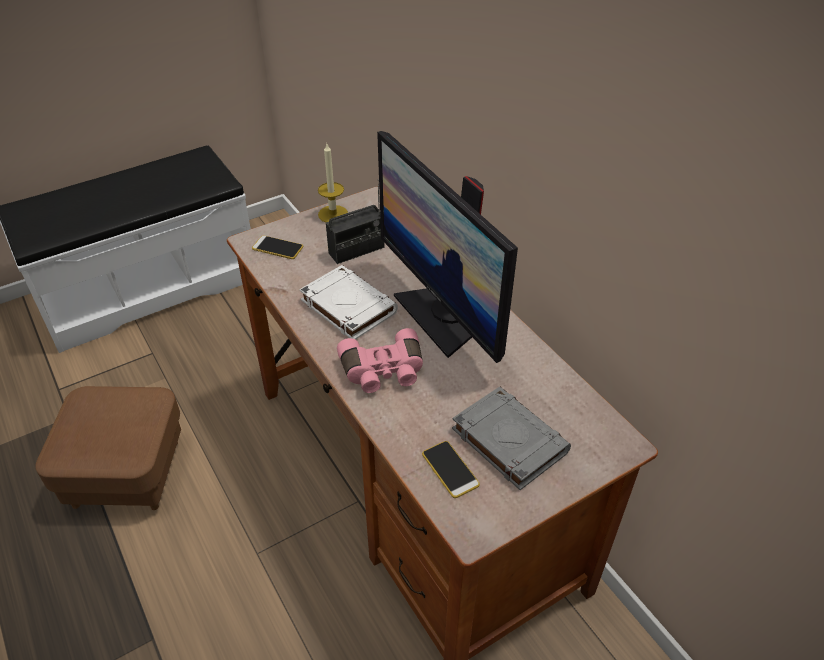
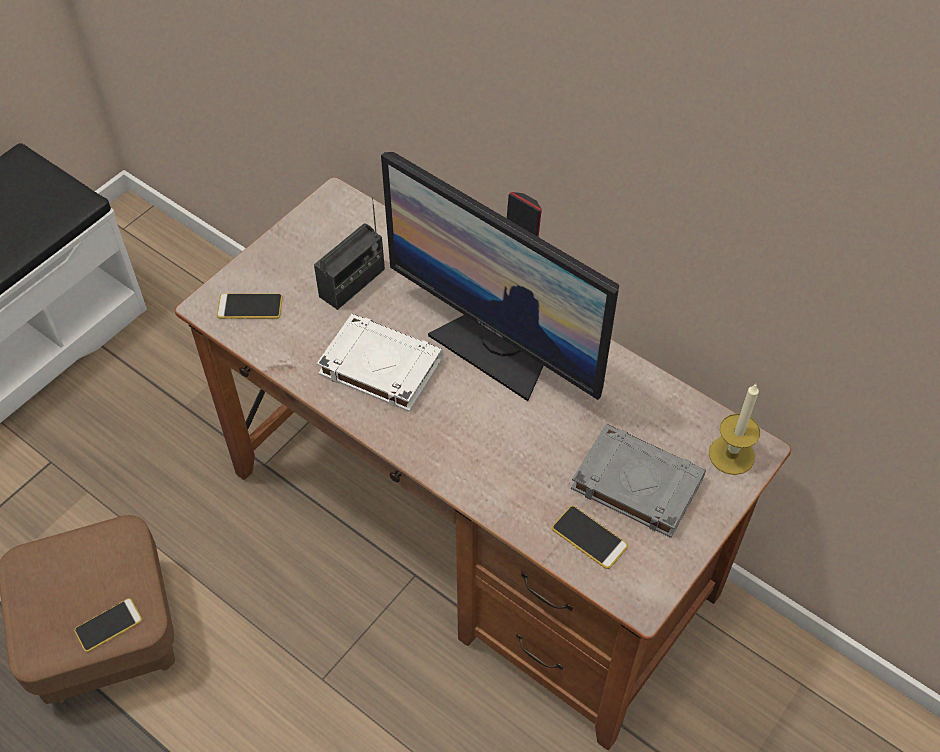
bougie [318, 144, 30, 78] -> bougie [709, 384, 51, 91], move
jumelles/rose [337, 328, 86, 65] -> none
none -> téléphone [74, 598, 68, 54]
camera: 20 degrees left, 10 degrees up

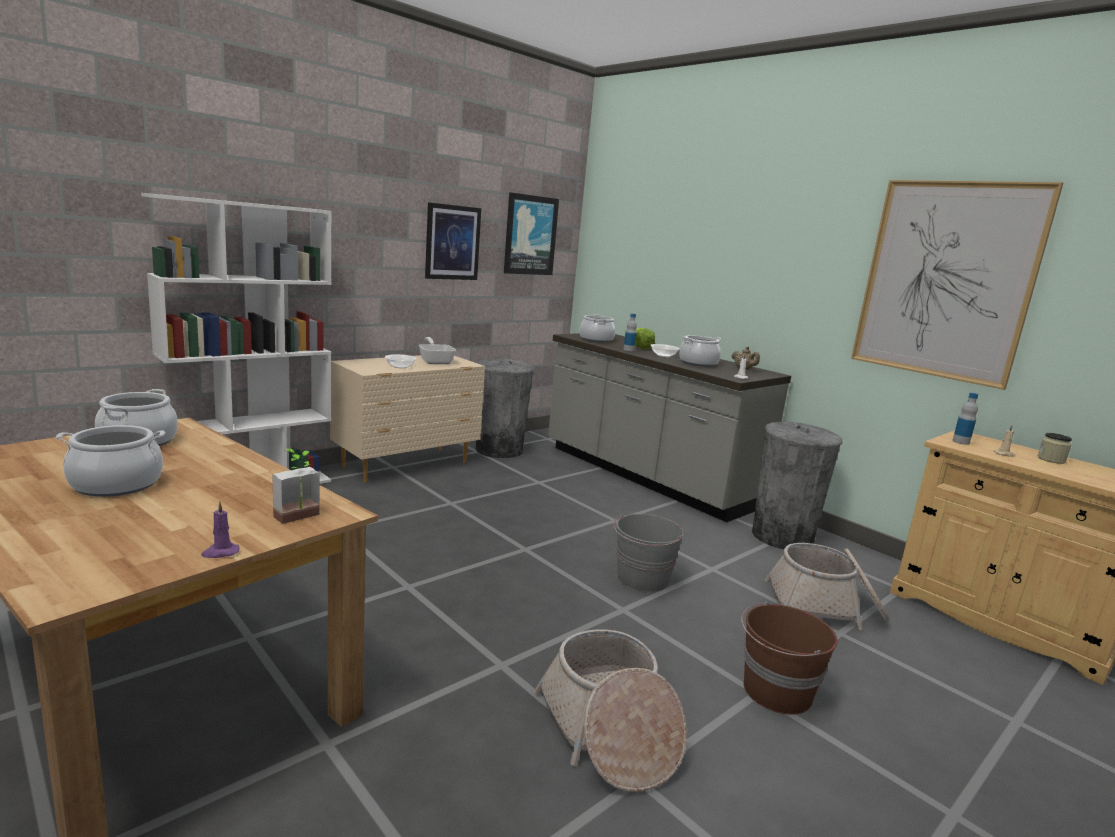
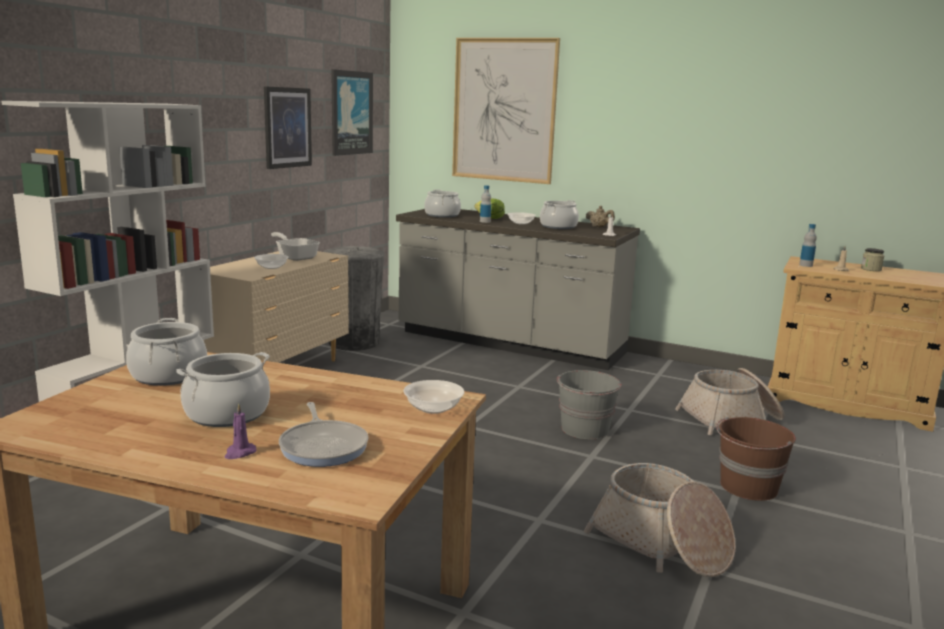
bougie/violet [201, 501, 38, 57] -> bougie/violet [225, 403, 32, 56], move
plante en pot [272, 449, 48, 75] -> bol [403, 380, 62, 34]
poubelle/gris [752, 422, 90, 127] -> none
tableau [851, 180, 212, 210] -> tableau [452, 38, 108, 146], move
none -> poêle [279, 402, 90, 65]
camera: 20 degrees left, 0 degrees up

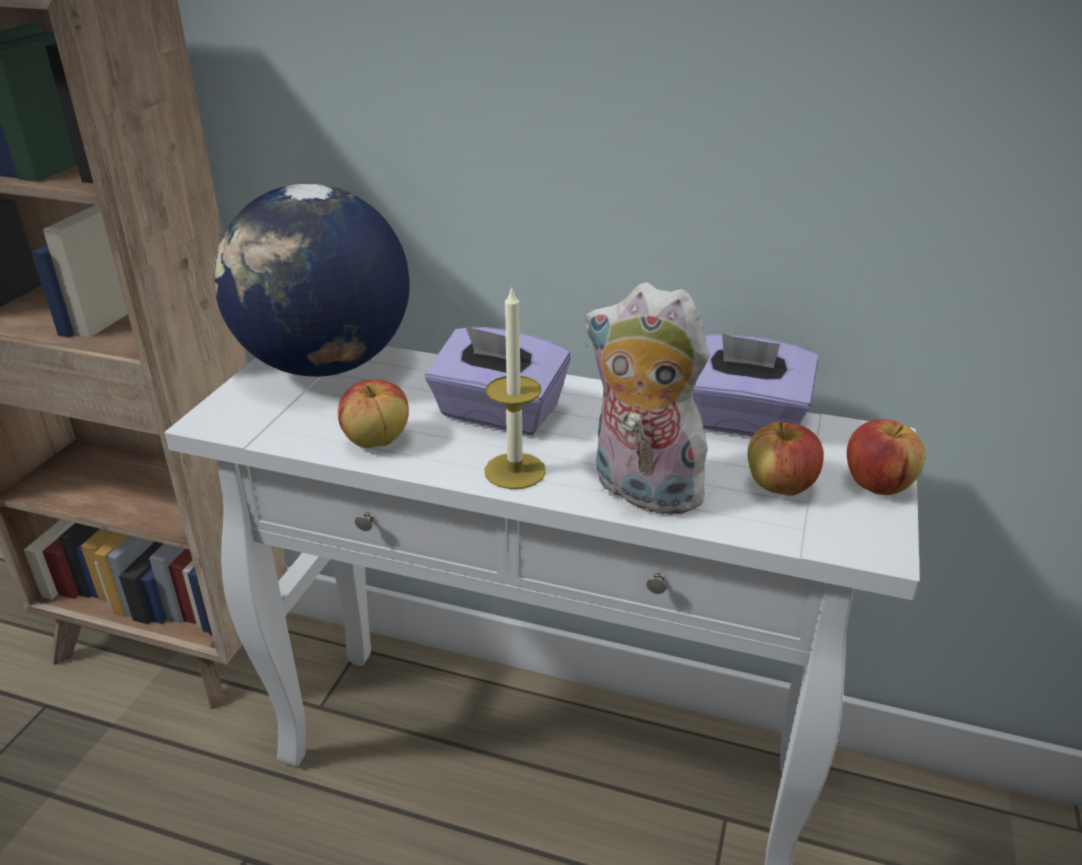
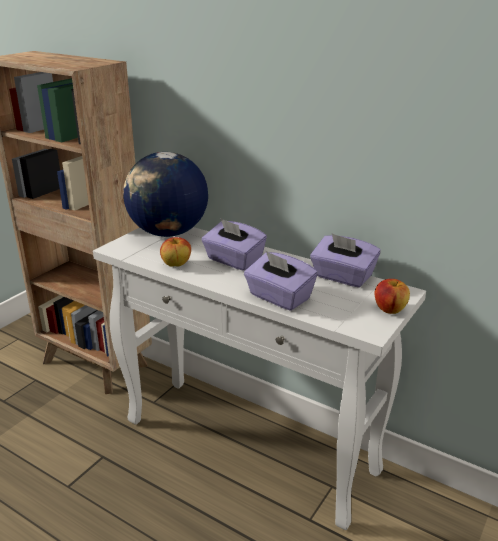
bougie [485, 285, 61, 204] -> none
peluche [585, 283, 133, 234] -> boîte à mouchoirs/violet [244, 251, 74, 60]
pomme [747, 422, 77, 74] -> none
camera: 15 degrees right, 5 degrees down

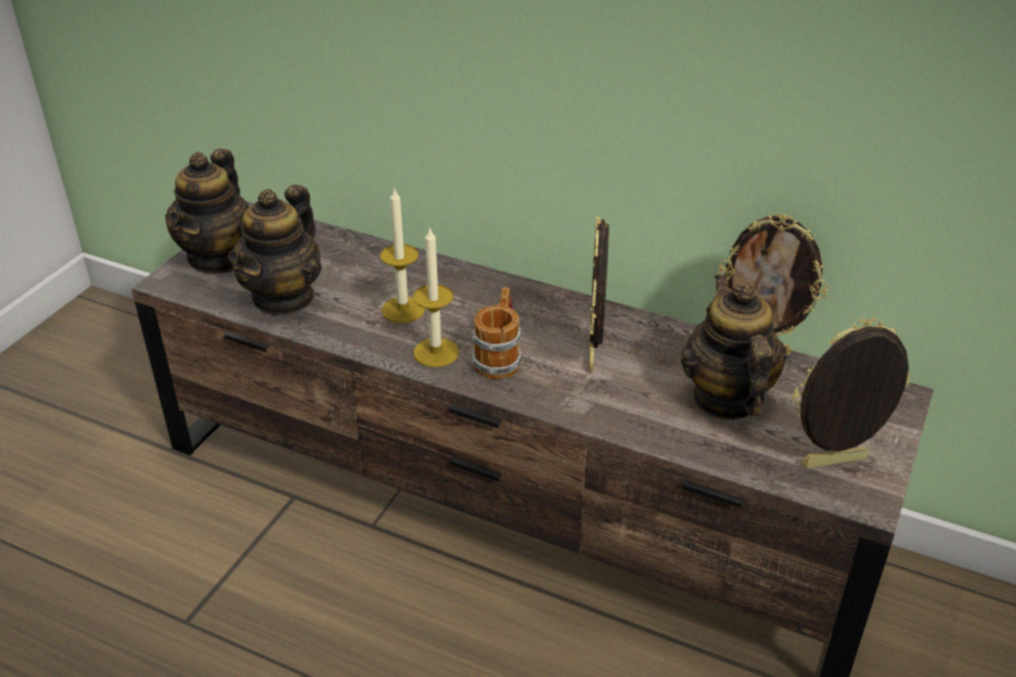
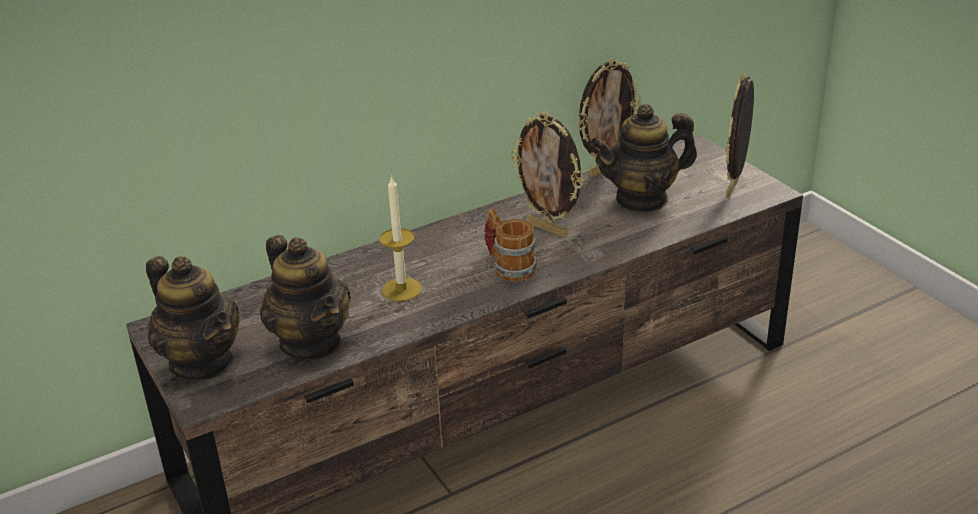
bougie [413, 227, 46, 140] -> none
théière [681, 274, 106, 146] -> théière [590, 104, 107, 108], 45 degrees counterclockwise
camera: 55 degrees left, 5 degrees down

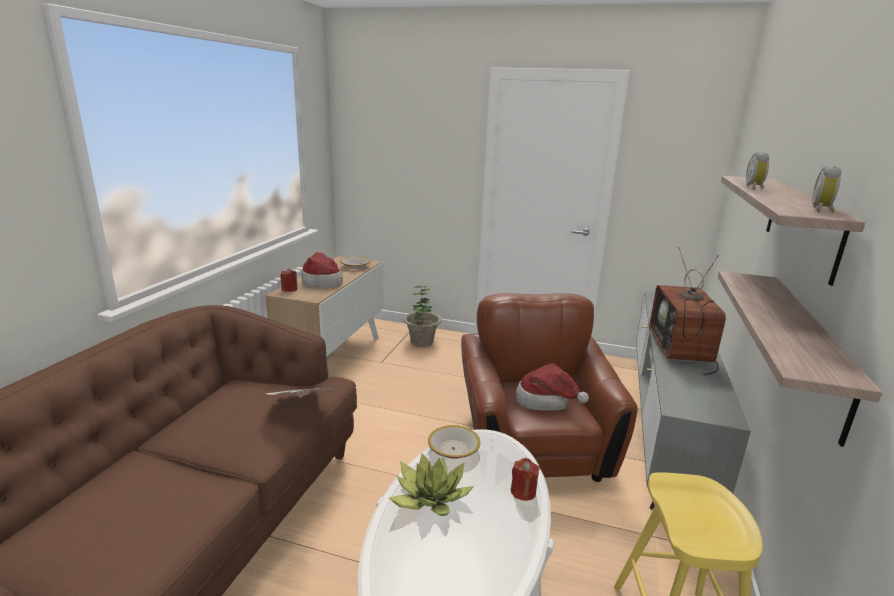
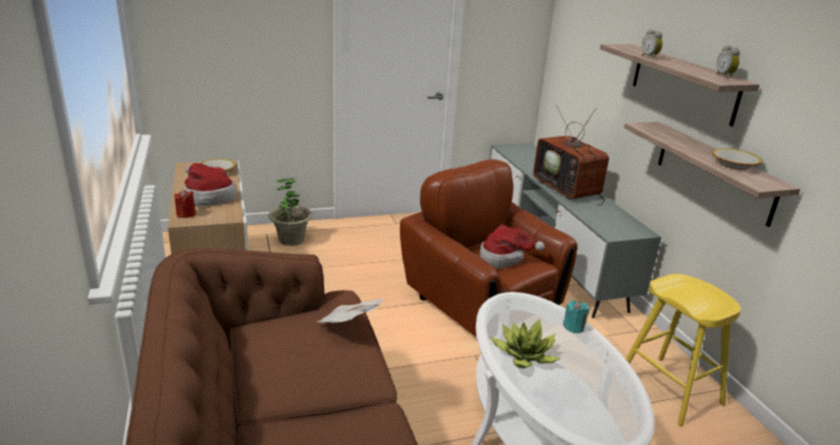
bol [428, 425, 52, 34] -> bol [712, 148, 51, 22], move
bougie/rouge [511, 458, 29, 43] -> bougie/turquoise [563, 300, 26, 33]
camera: 35 degrees left, 5 degrees up

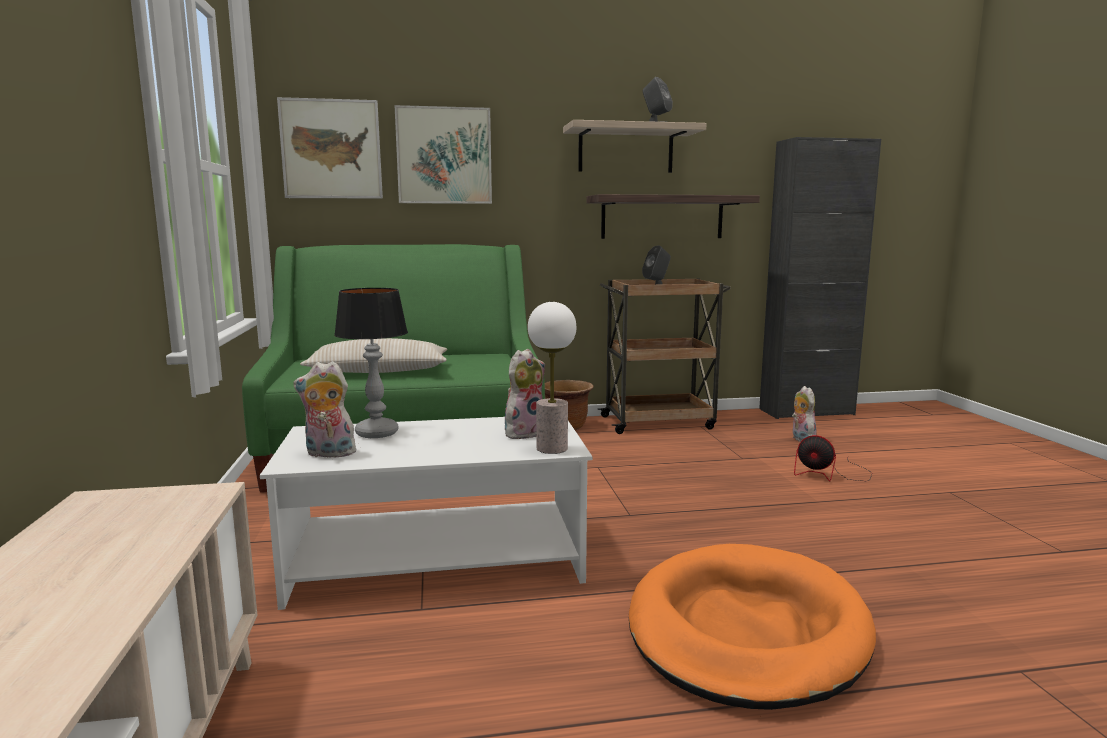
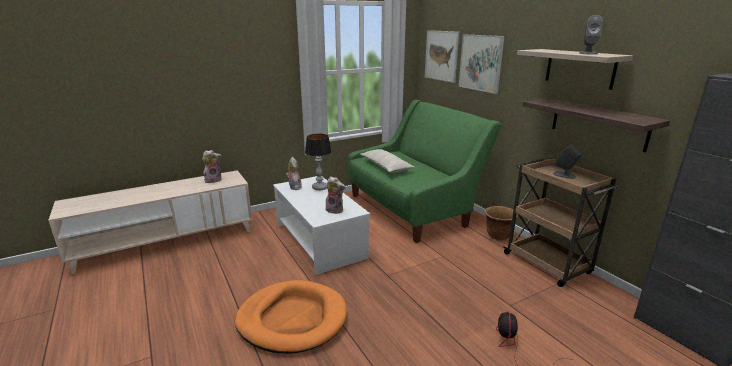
lampe de table [528, 302, 48, 152] -> none
peluche [792, 386, 25, 56] -> peluche [202, 150, 19, 33], move
camera: 70 degrees right, 10 degrees up

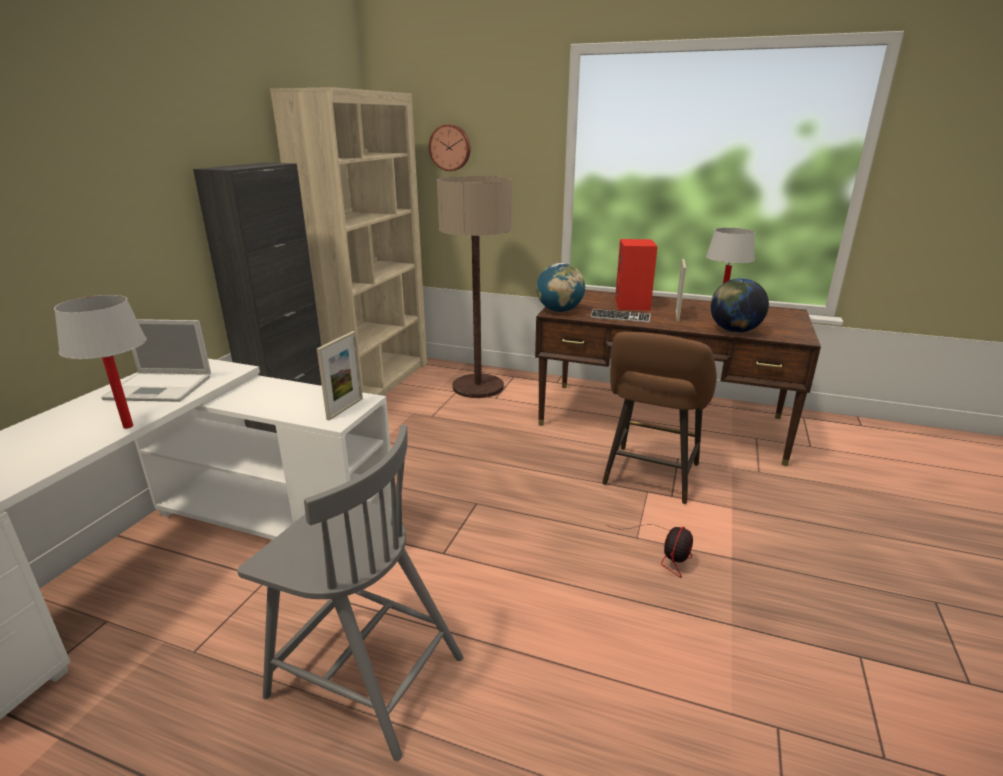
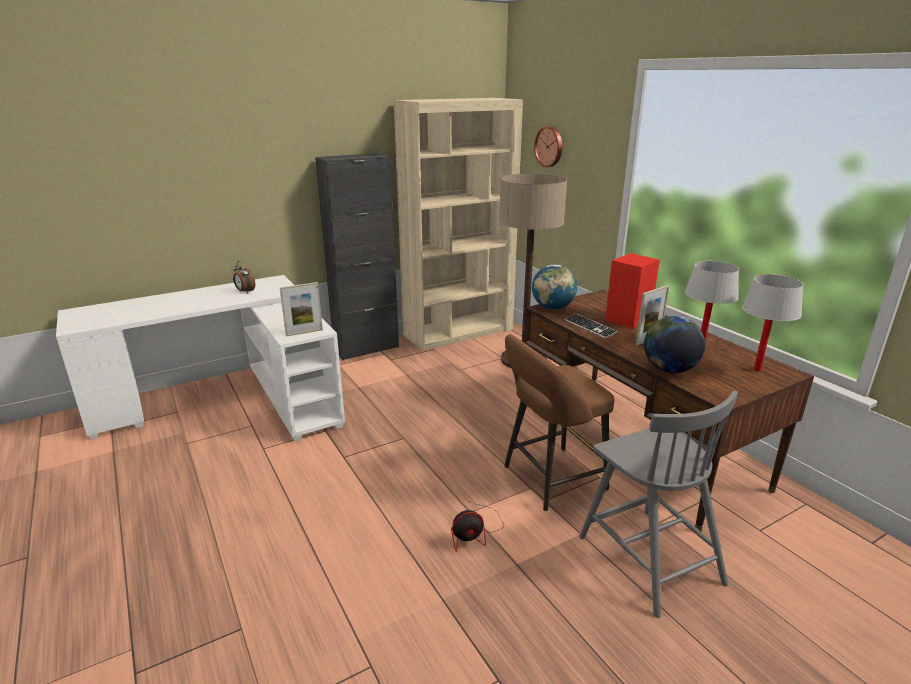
lampe de table/blanc [54, 295, 93, 134] -> lampe de table/blanc [742, 274, 62, 97], move
ordinateur portable [101, 319, 110, 83] -> réveil [233, 261, 22, 33]
chaise/gris [237, 425, 226, 336] -> chaise/gris [579, 390, 159, 228], move
camera: 40 degrees right, 0 degrees up

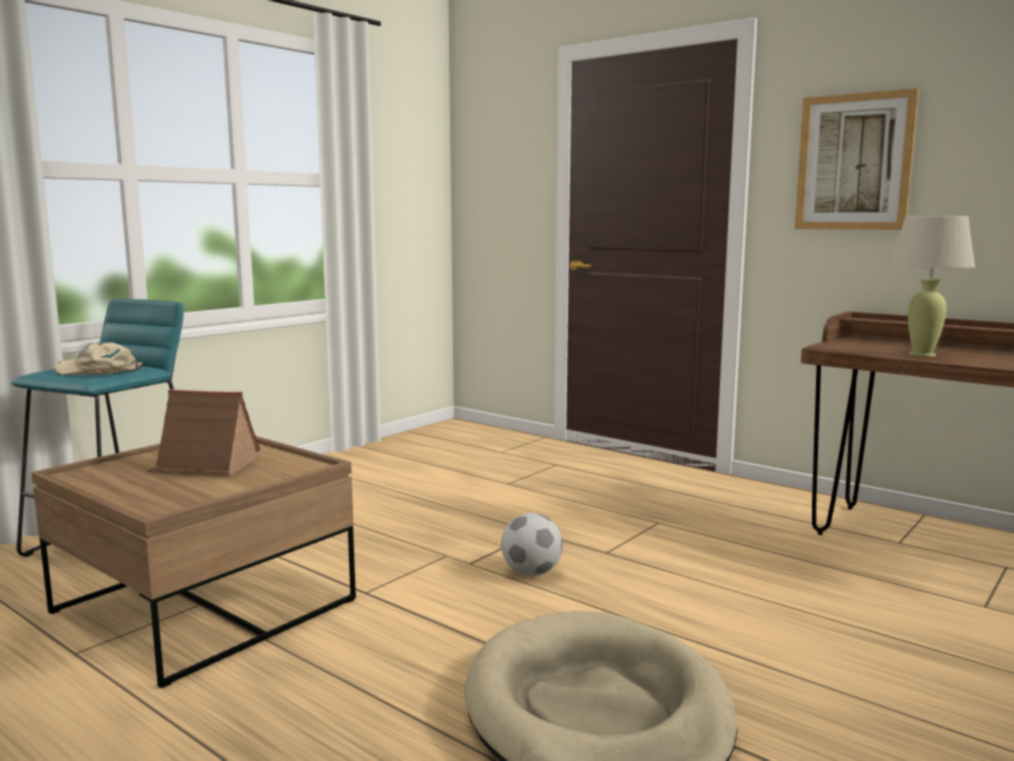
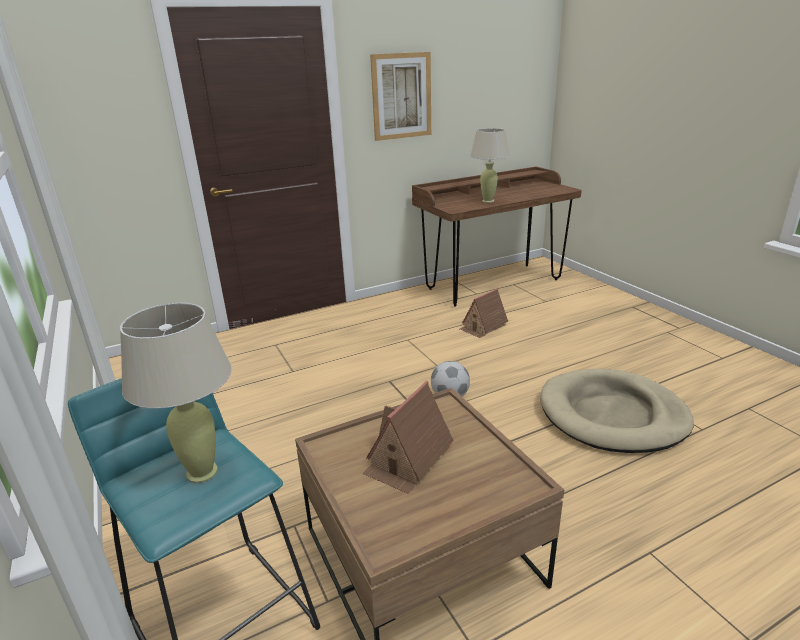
casquette/beige [54, 342, 89, 33] -> lampe de table/beige [120, 303, 112, 180]
none -> maison miniature [460, 288, 48, 50]
camera: 65 degrees left, 15 degrees up

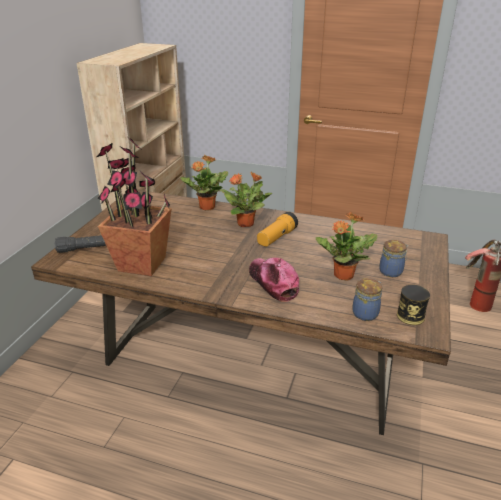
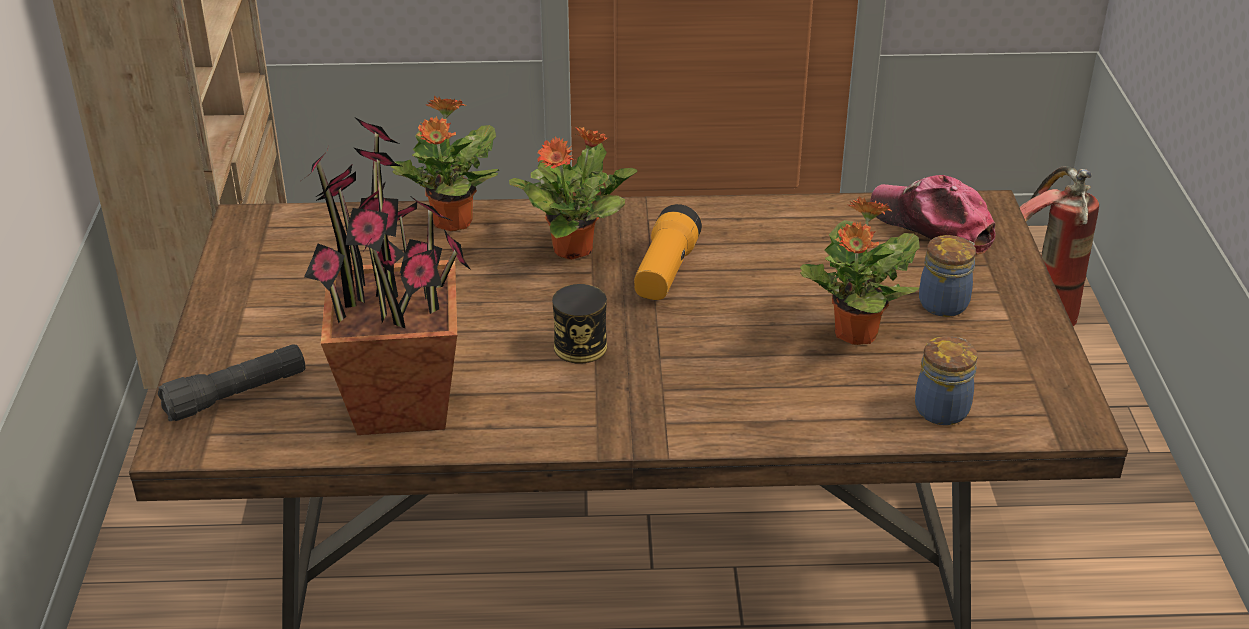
casquette [249, 258, 50, 44] -> casquette [870, 175, 126, 80], move
boîte métallique [397, 285, 33, 40] -> boîte métallique [552, 284, 55, 80], move
camera: 20 degrees left, 5 degrees up

